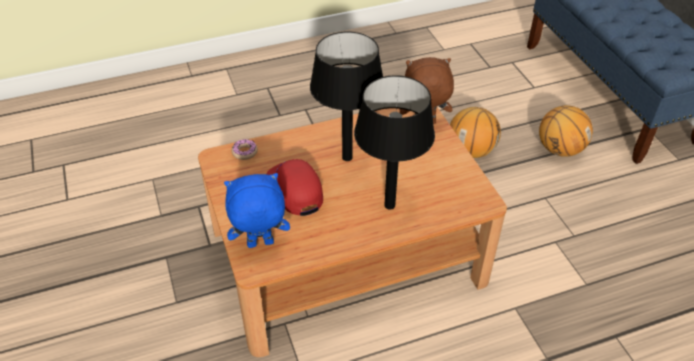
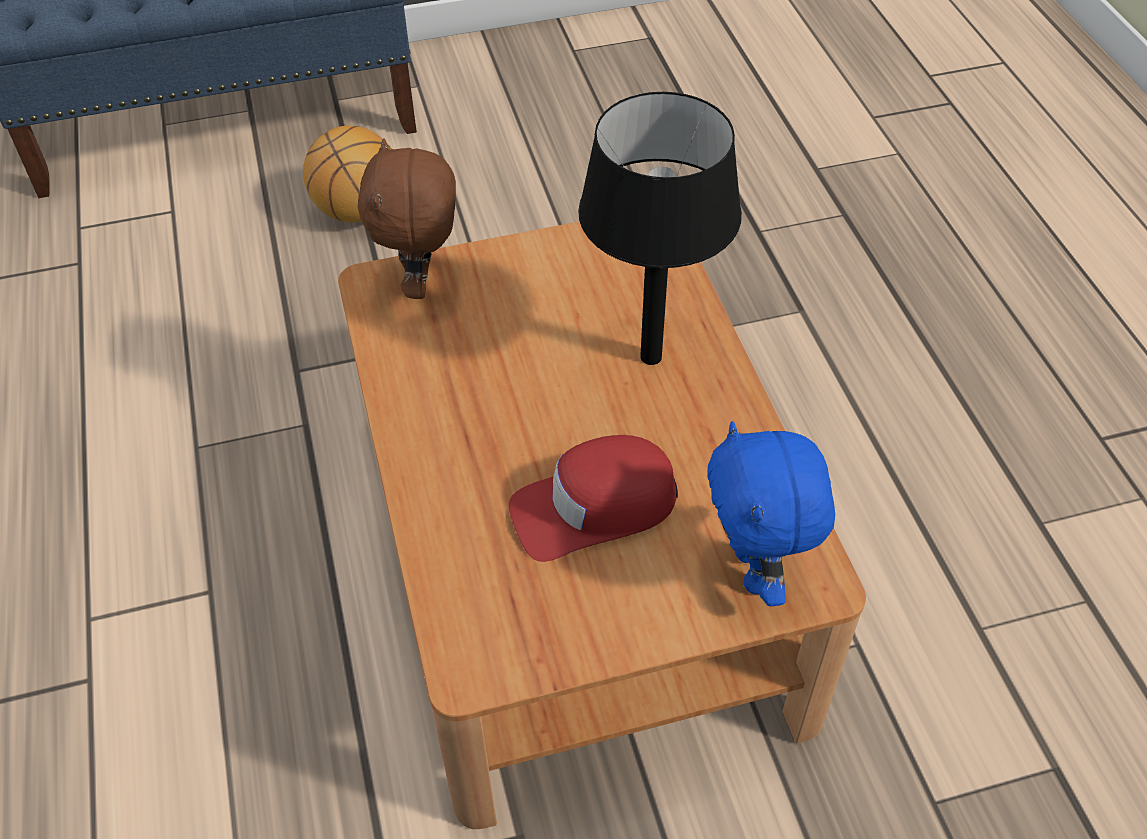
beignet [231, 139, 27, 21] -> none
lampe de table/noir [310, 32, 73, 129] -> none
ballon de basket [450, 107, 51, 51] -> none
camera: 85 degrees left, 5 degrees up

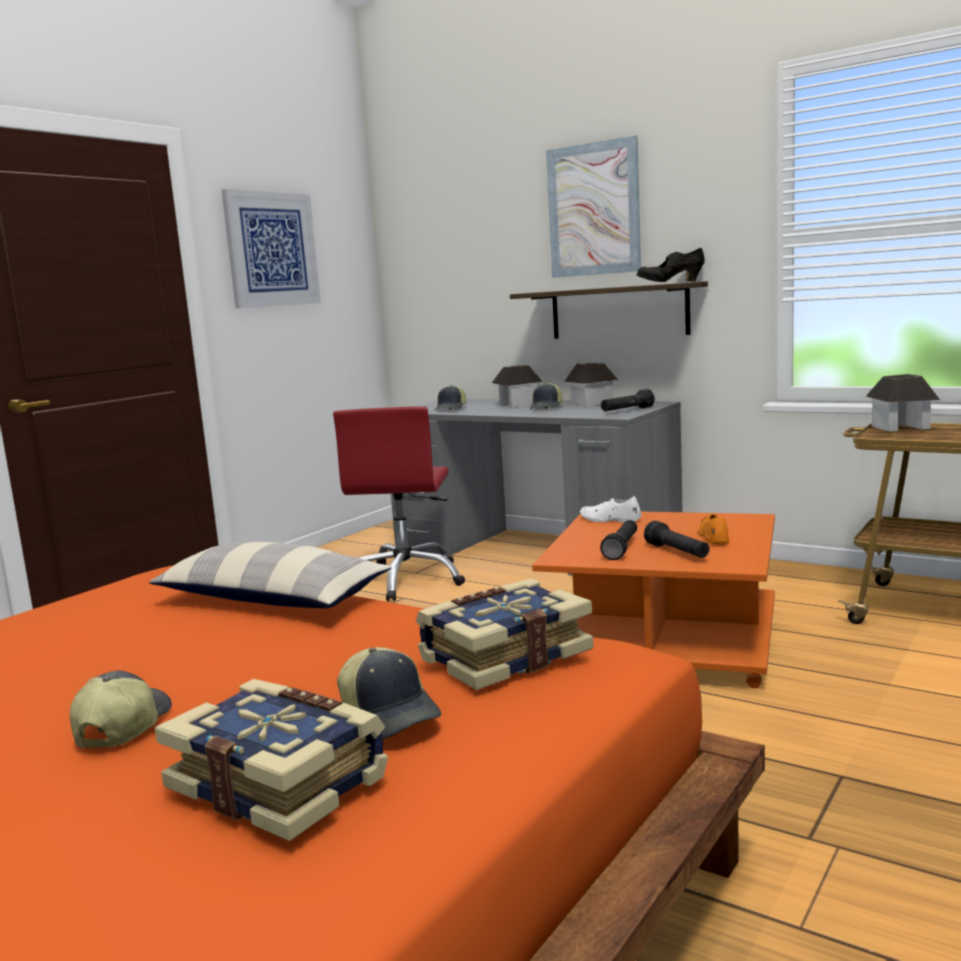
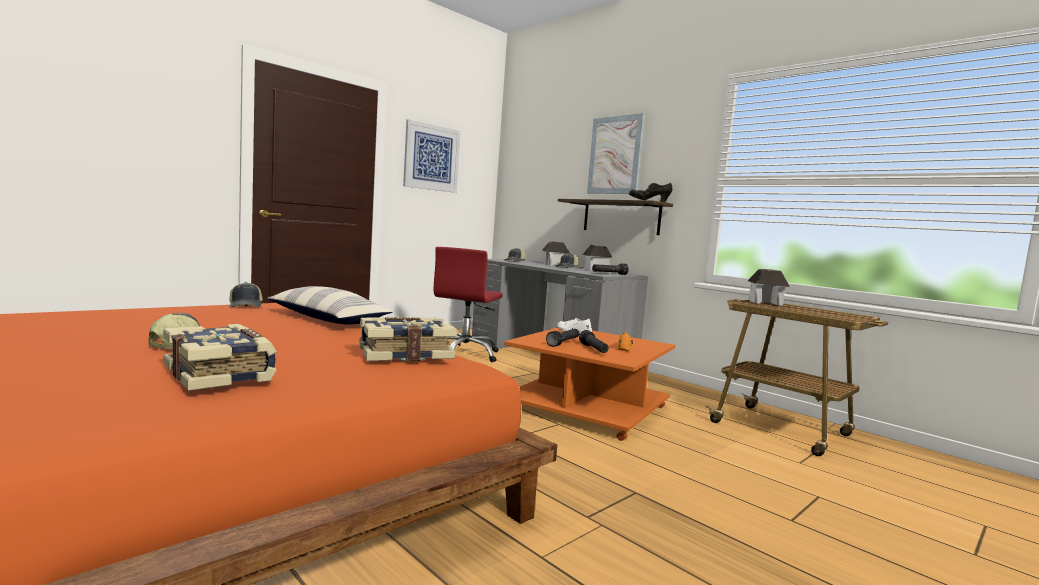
casquette [337, 647, 104, 91] -> casquette [229, 282, 34, 26], move
camera: 10 degrees right, 5 degrees down

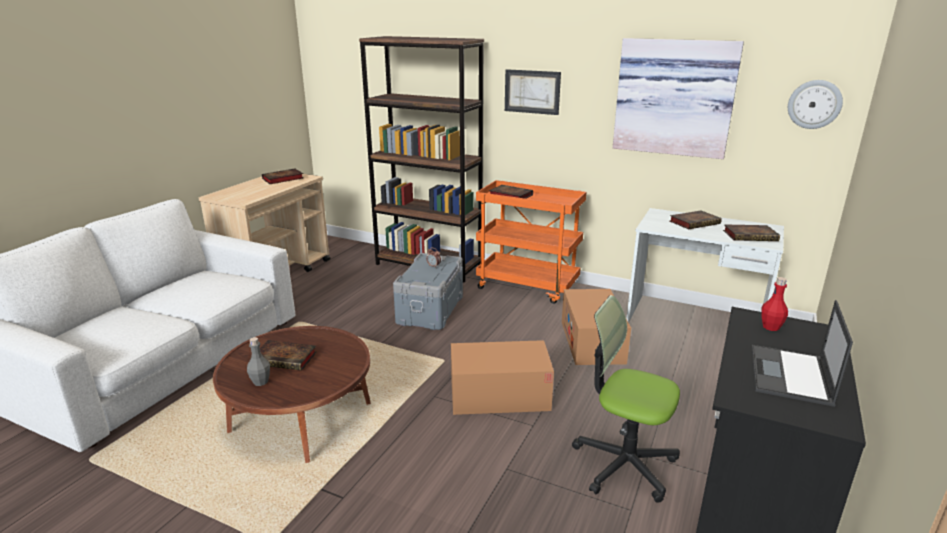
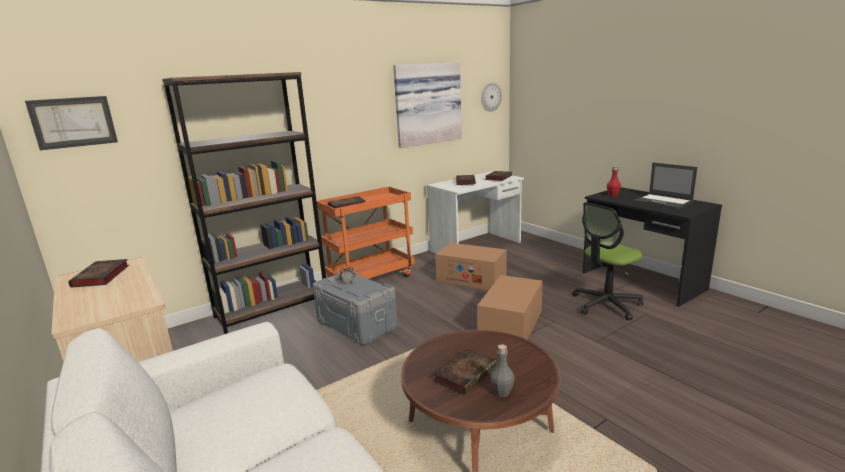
tableau [505, 69, 56, 46] -> tableau [25, 96, 93, 54], move
camera: 60 degrees left, 5 degrees down

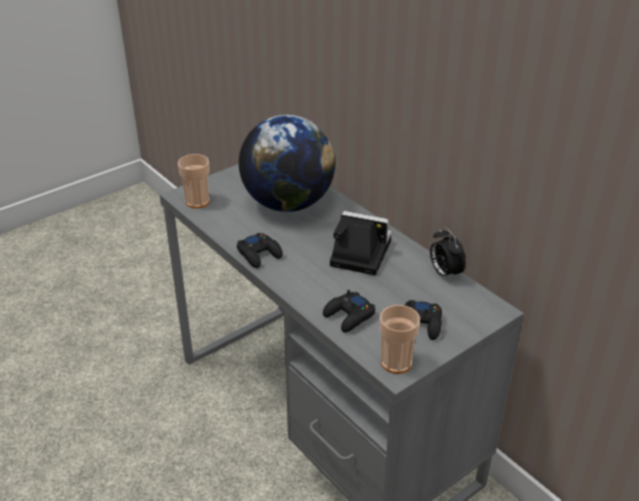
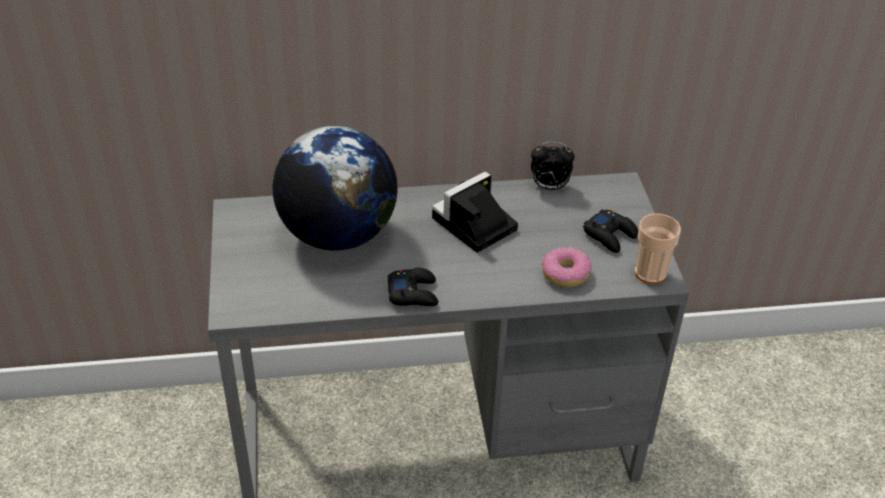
tasse [178, 154, 32, 54] -> none
manette/noir [323, 290, 52, 43] -> beignet [542, 247, 49, 40]
camera: 60 degrees left, 5 degrees up

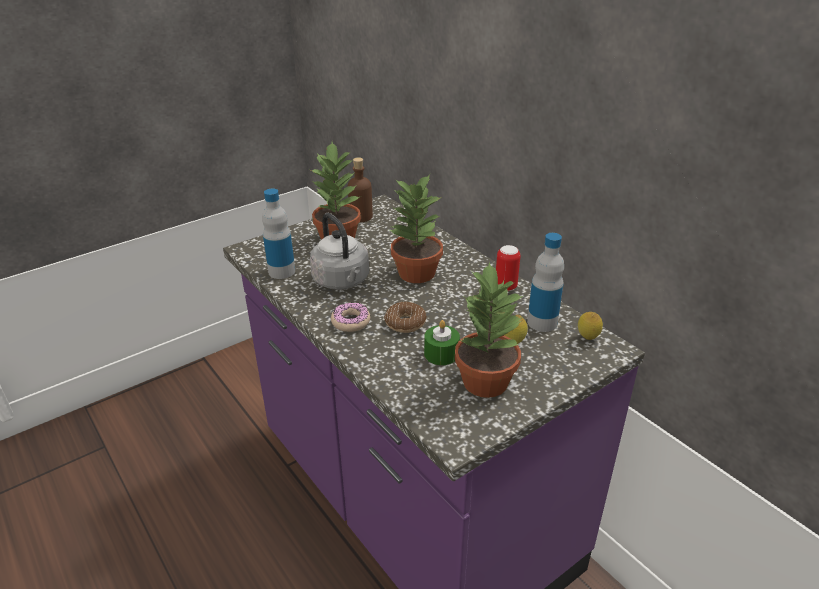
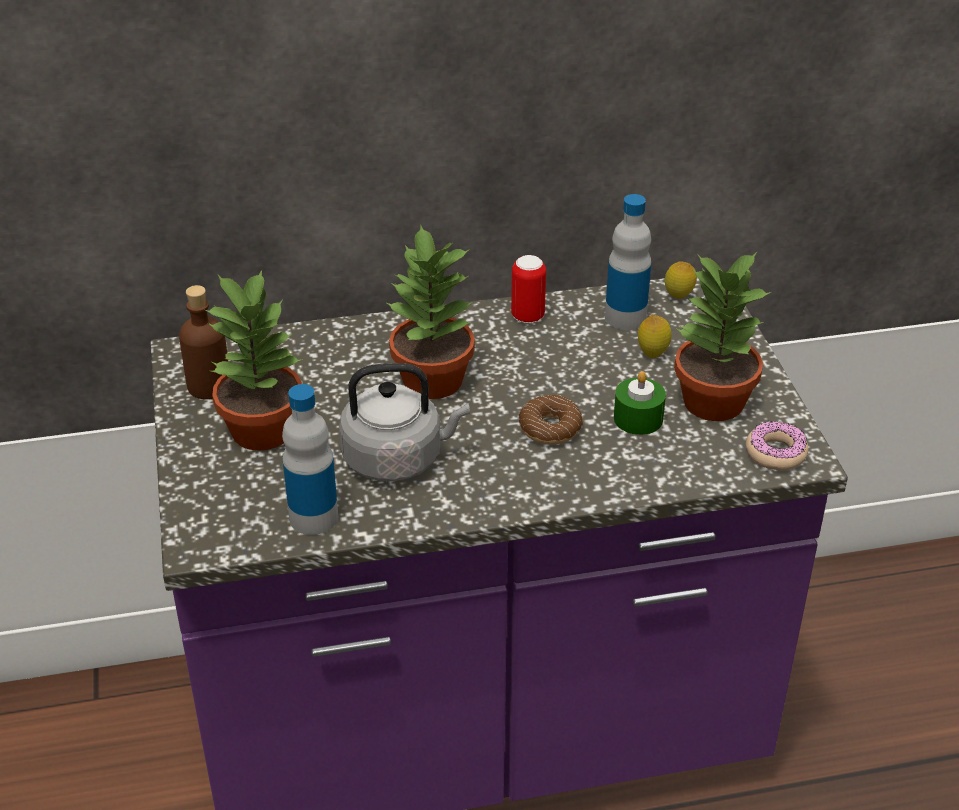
beignet [331, 302, 39, 30] -> beignet [746, 421, 62, 49], move
camera: 65 degrees left, 5 degrees up

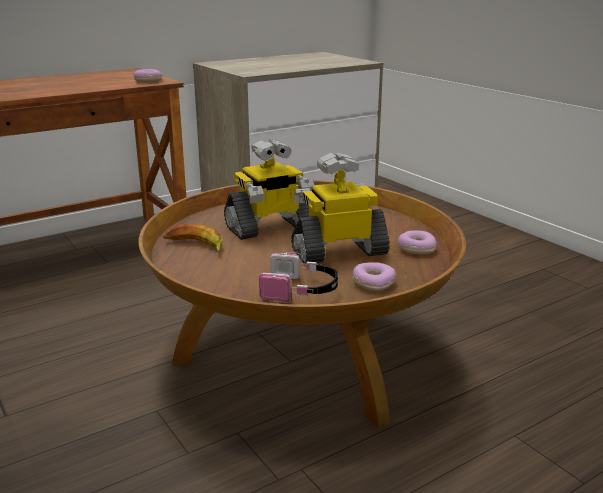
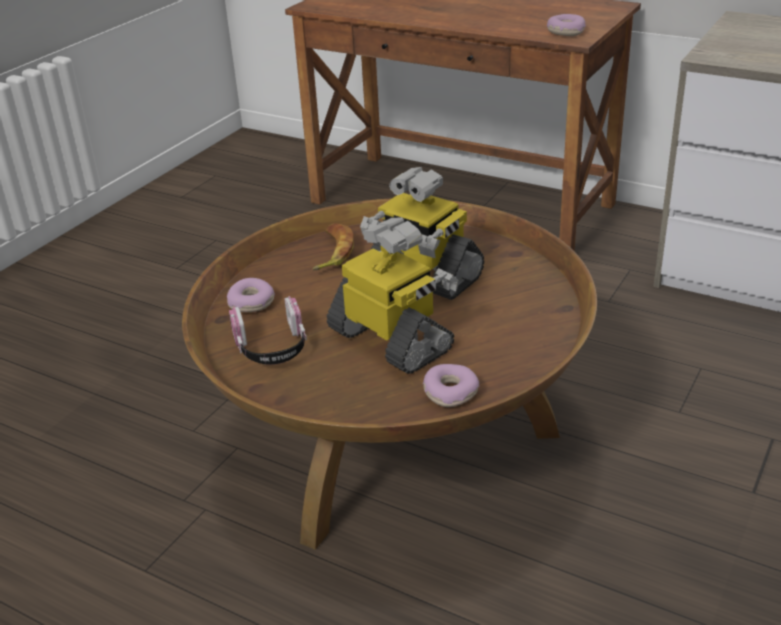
beignet [352, 262, 44, 29] -> beignet [227, 278, 48, 34], move
camera: 65 degrees right, 10 degrees up

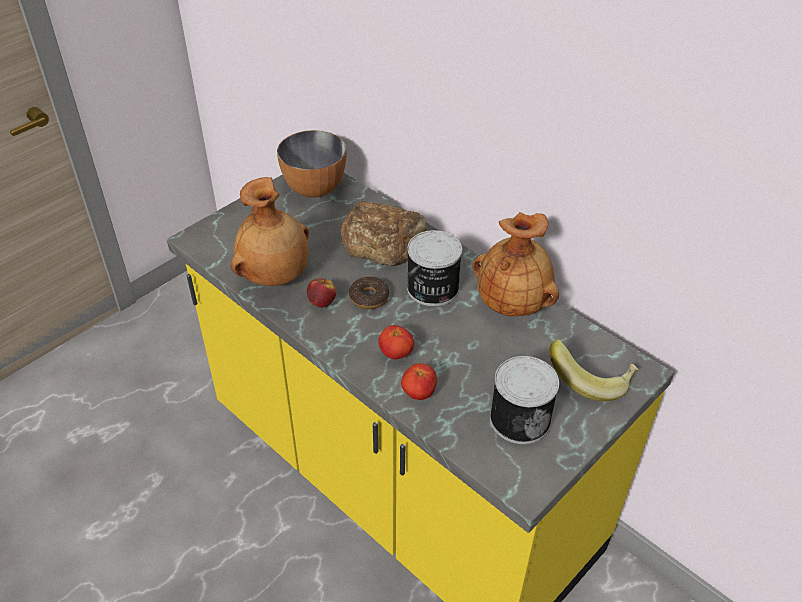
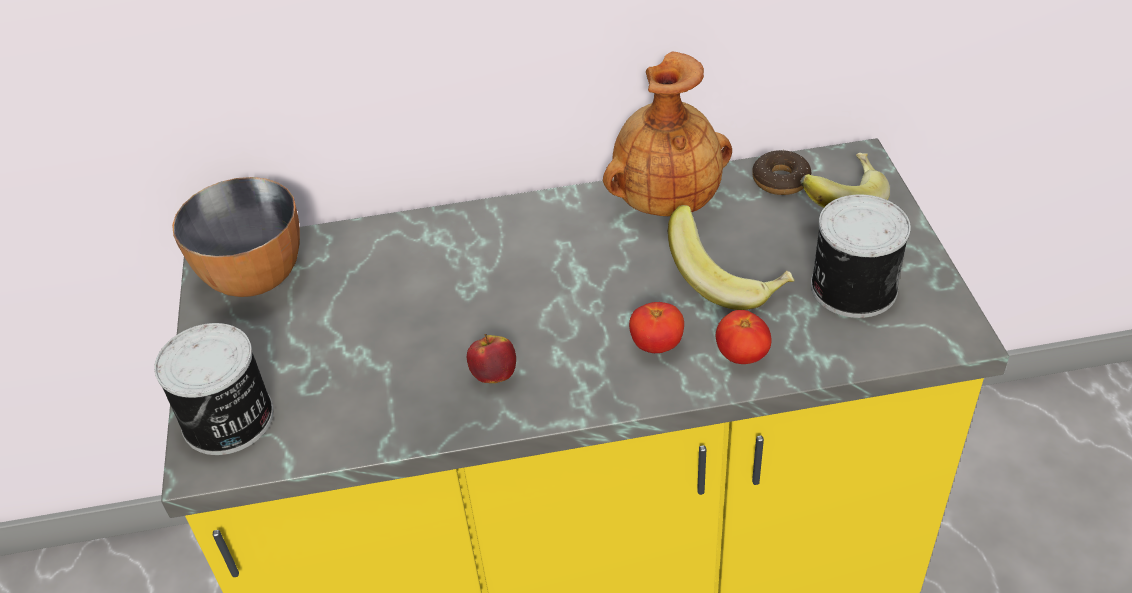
vase/marron [230, 177, 79, 109] -> none
pain [341, 201, 86, 65] -> none
beignet [349, 277, 40, 32] -> beignet [752, 149, 59, 46], move
boîte métallique [407, 230, 55, 76] -> boîte métallique [154, 323, 120, 132], move
none -> banane [668, 205, 127, 105]
camera: 50 degrees left, 0 degrees up

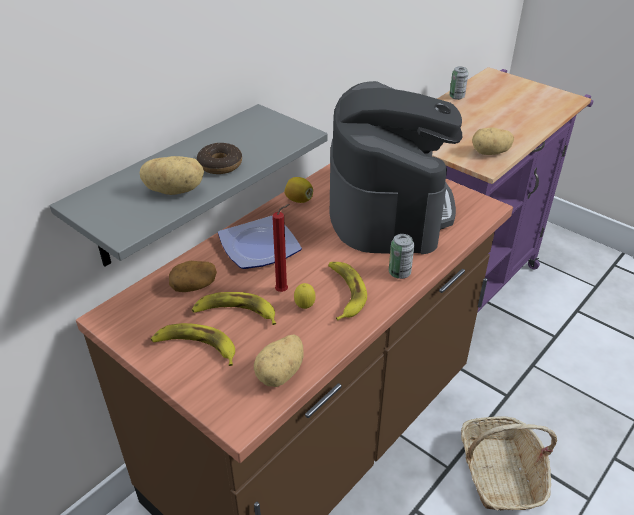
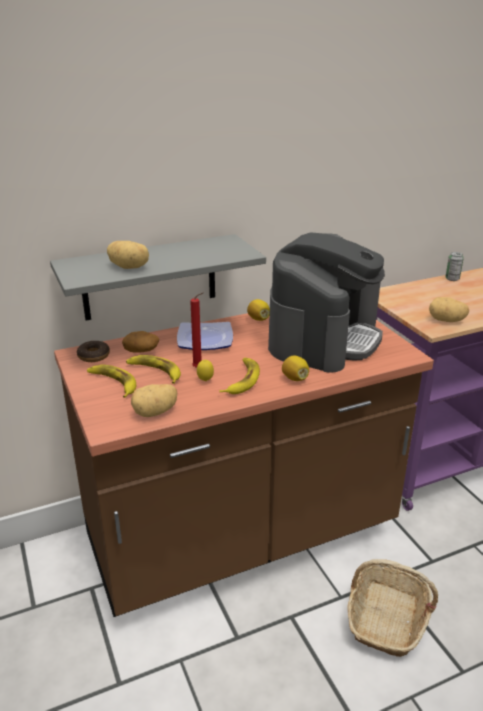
beignet [197, 143, 45, 31] -> beignet [77, 341, 33, 21], move
boîte métallique [389, 234, 25, 45] -> citron [282, 356, 27, 25]
camera: 25 degrees right, 10 degrees down

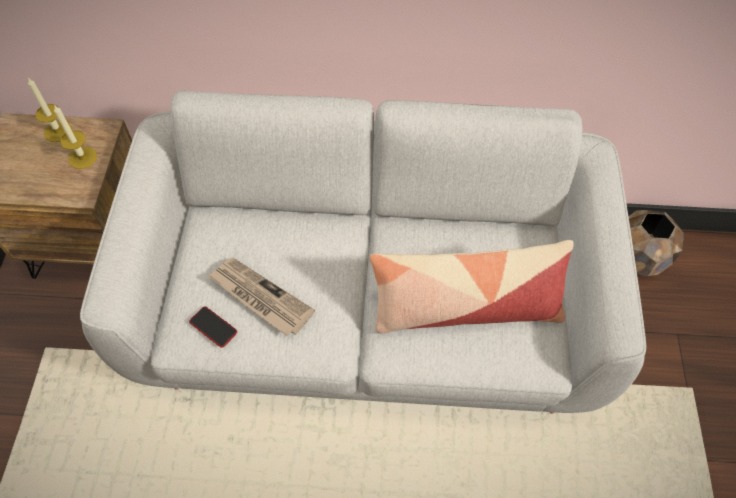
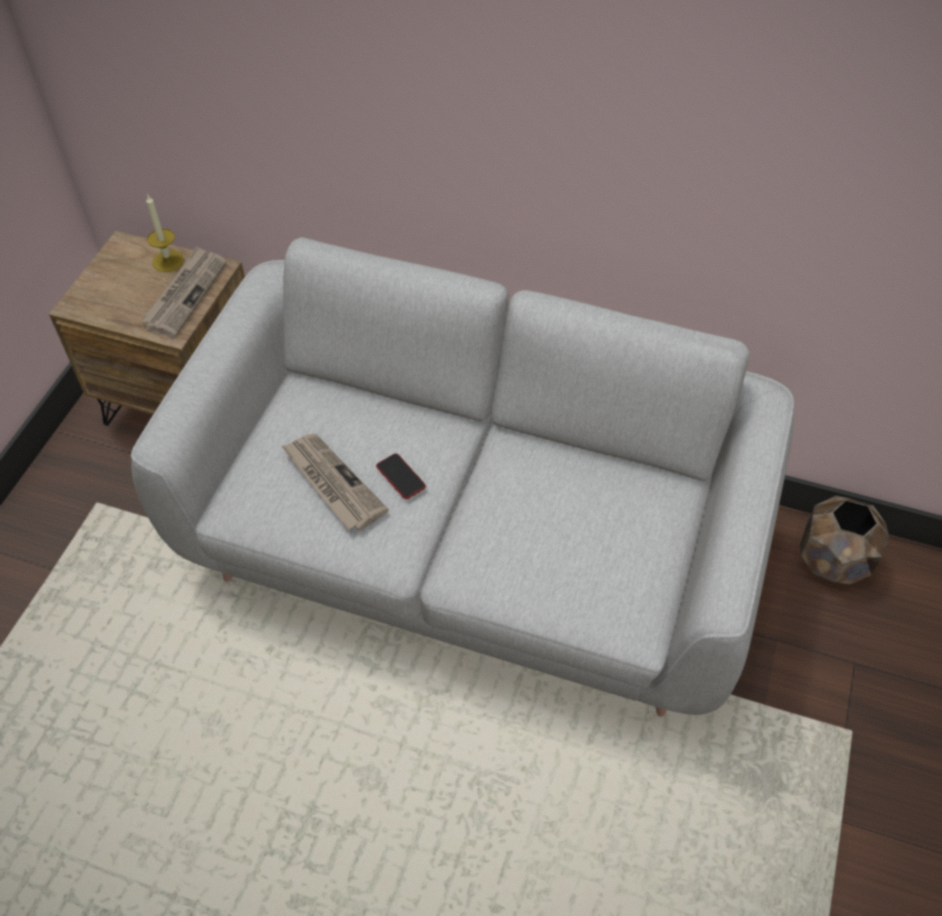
bougie [54, 105, 43, 64] -> journal [141, 246, 86, 91]
téléphone [189, 306, 48, 42] -> téléphone [376, 453, 50, 46], move
coussin [370, 240, 204, 94] -> none
camera: 15 degrees right, 5 degrees down

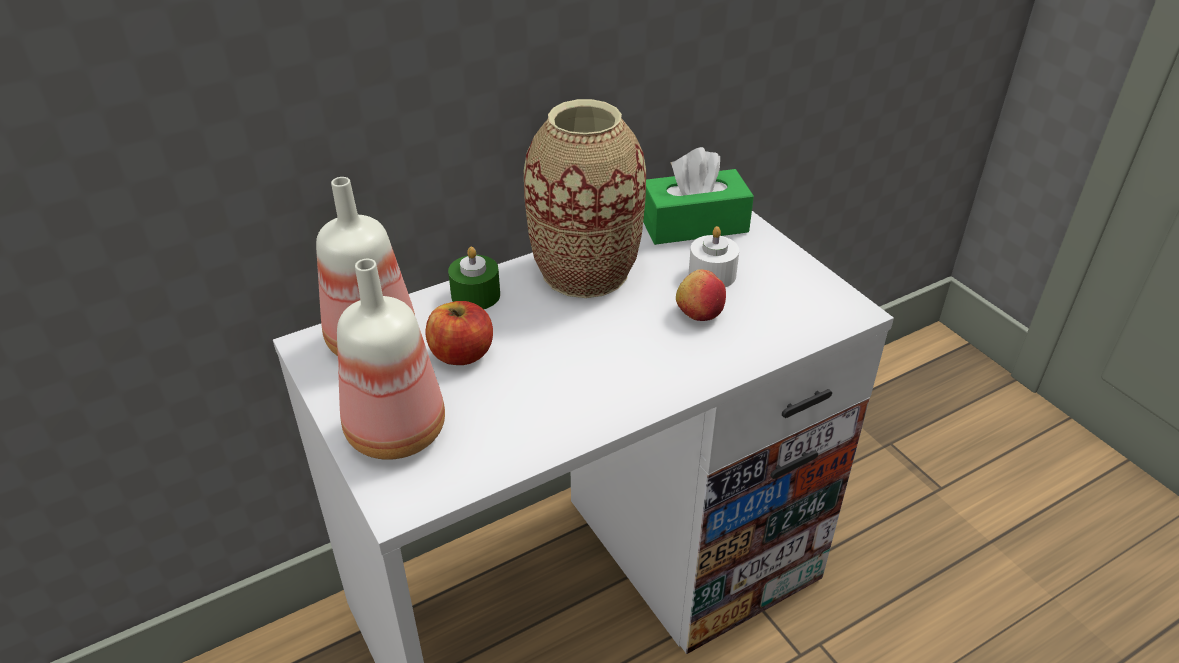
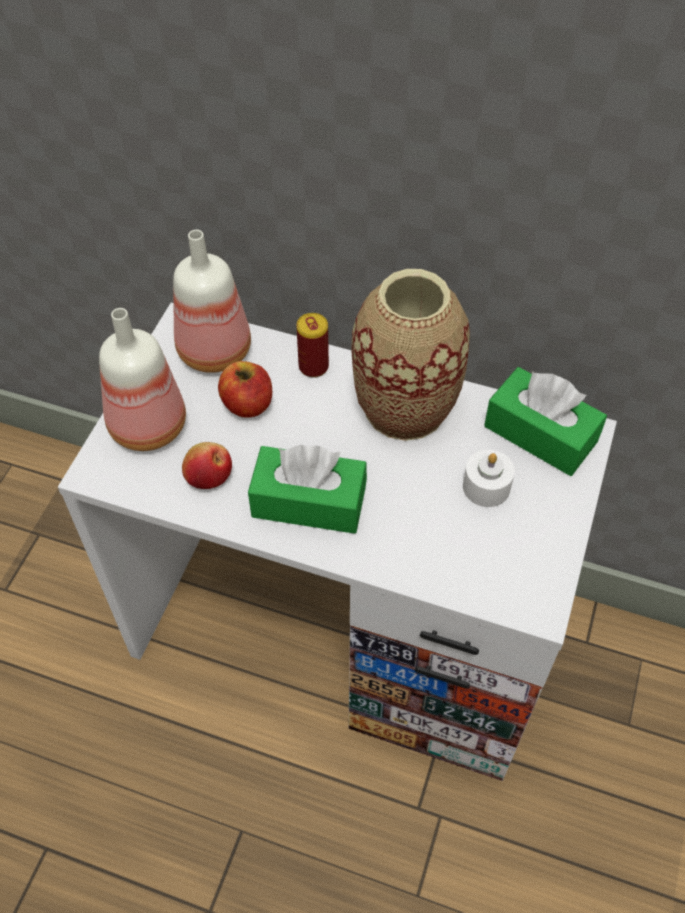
bougie/vert [448, 247, 52, 62] -> boîte métallique [296, 313, 33, 65]
pomme [676, 269, 50, 52] -> pomme [182, 442, 50, 47], move
none -> boîte à mouchoirs/vert [248, 445, 119, 89]
camera: 50 degrees right, 15 degrees up

